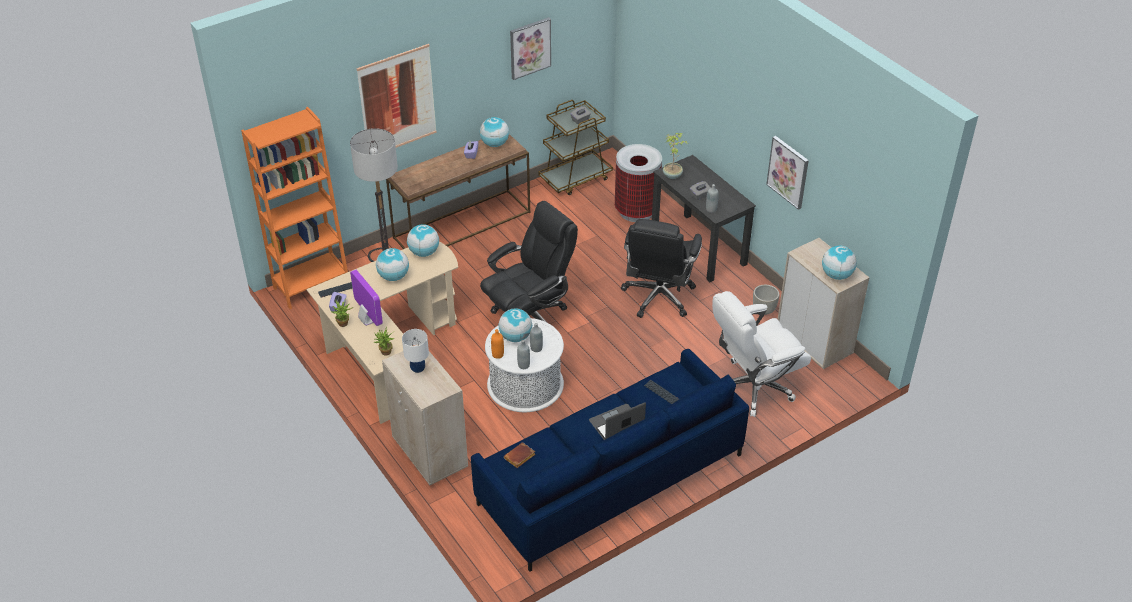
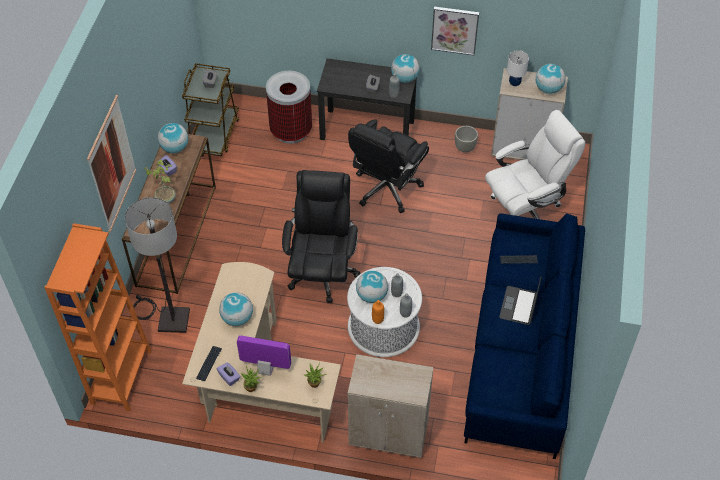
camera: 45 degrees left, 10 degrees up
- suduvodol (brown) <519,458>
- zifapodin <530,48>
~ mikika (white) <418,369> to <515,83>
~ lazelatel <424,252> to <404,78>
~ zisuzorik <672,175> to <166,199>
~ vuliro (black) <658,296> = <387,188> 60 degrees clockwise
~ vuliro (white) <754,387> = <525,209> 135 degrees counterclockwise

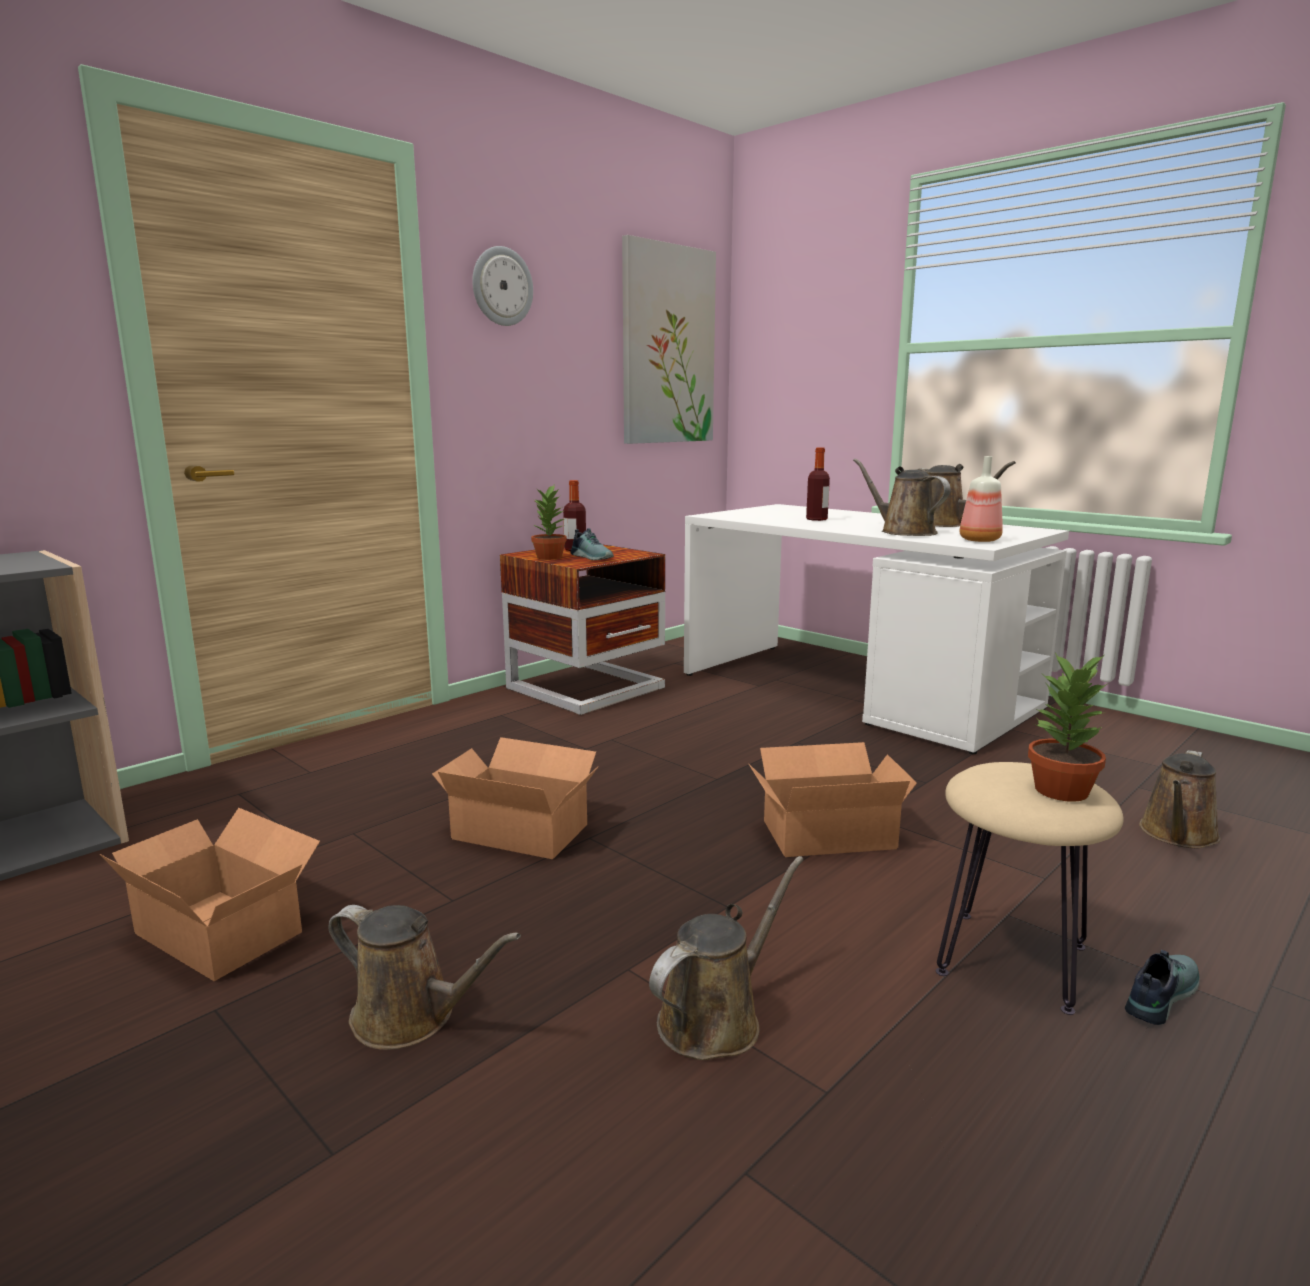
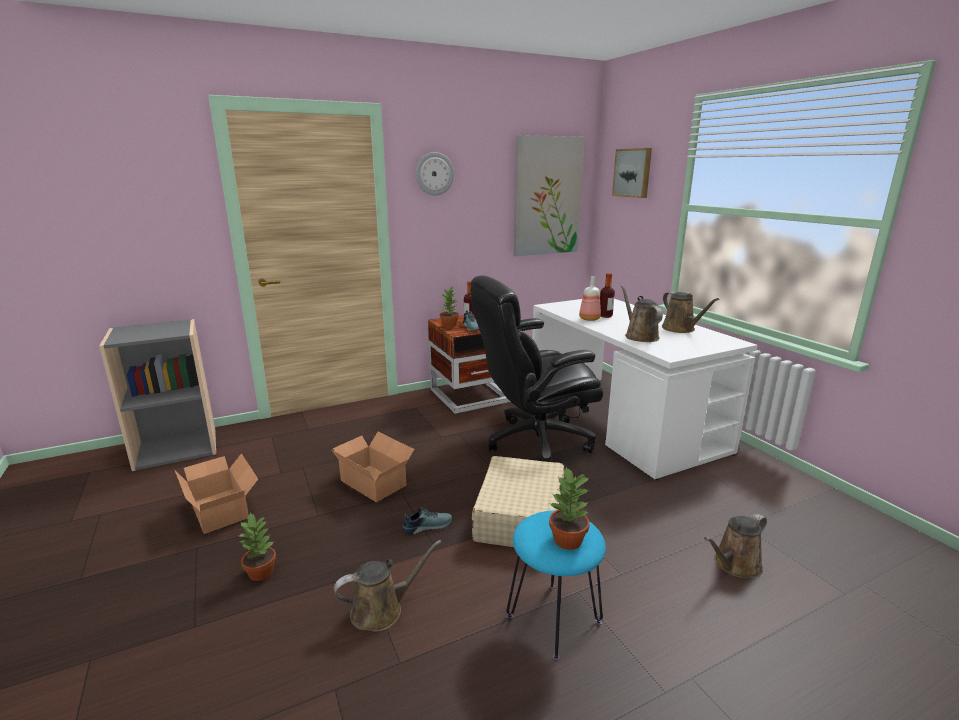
camera: 20 degrees right, 5 degrees up
+ vuliro (black) <532,442>
+ zifapodin <633,173>
~ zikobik <980,540> to <589,319>
~ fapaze <1157,995> to <426,525>
~ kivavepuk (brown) <411,1017> to zisuzorik <261,572>
~ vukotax <824,832> to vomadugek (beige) <521,516>
~ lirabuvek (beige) <1012,960> to lirabuvek (turquoise) <553,619>

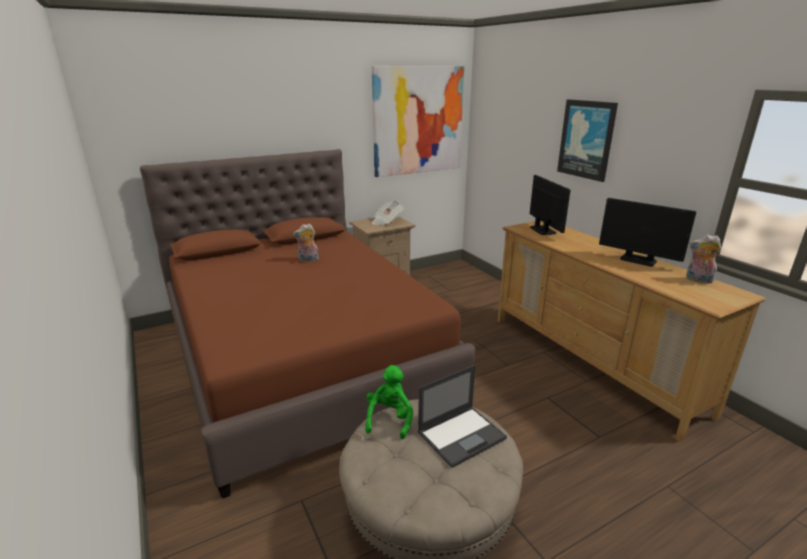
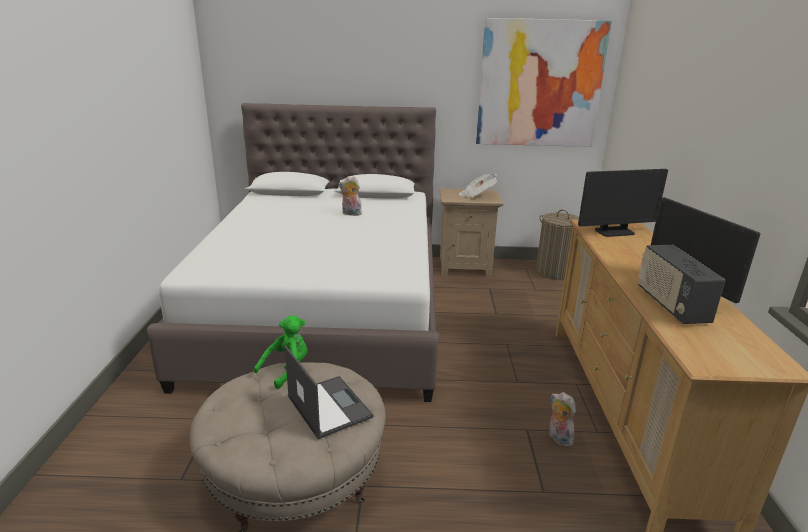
camera: 30 degrees right, 0 degrees up
- zifapodin <586,139>
+ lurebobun <555,271>
+ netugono <670,305>
~ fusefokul <698,280> to <558,438>
~ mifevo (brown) <303,358> to mifevo (white) <325,310>
~ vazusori <462,435> = <328,406> 120 degrees counterclockwise
~ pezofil <542,230> = <614,232> 60 degrees clockwise

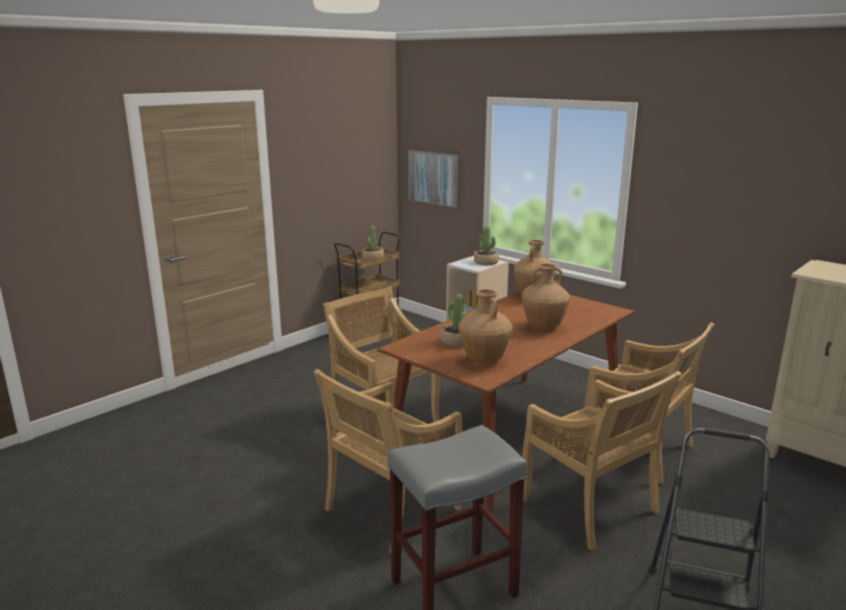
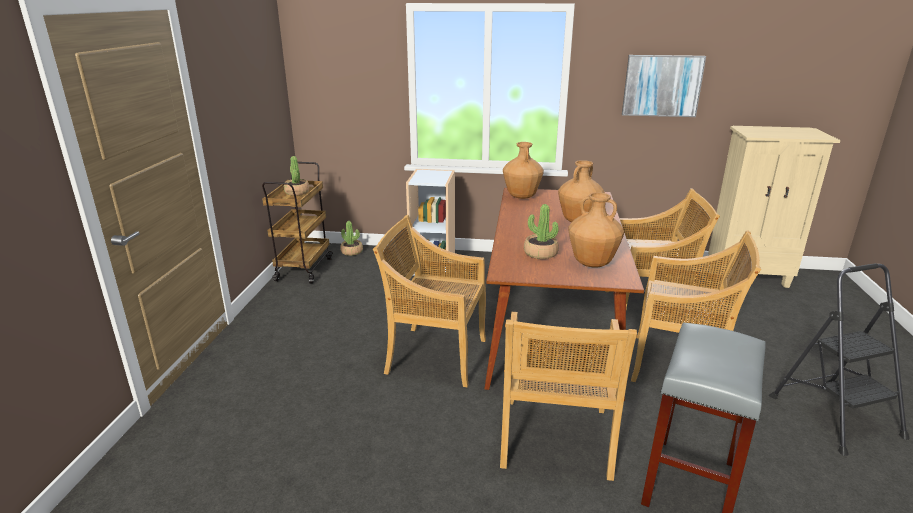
camera: 35 degrees left, 5 degrees up
~ zifapodin <433,178> to <662,86>
~ zisuzorik <486,262> to <352,252>

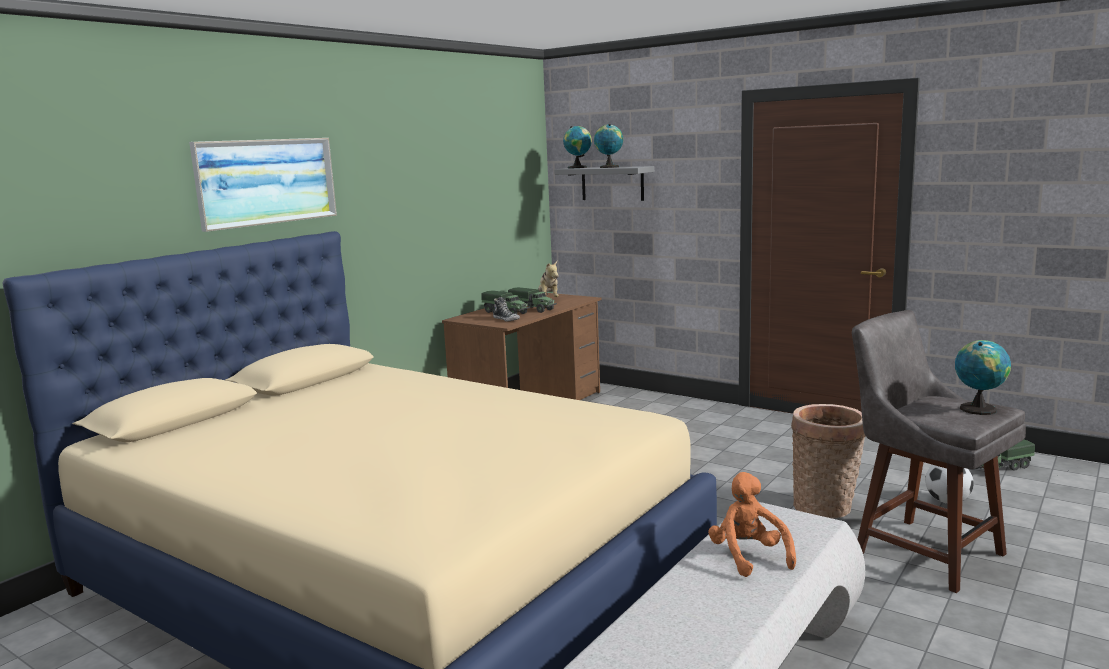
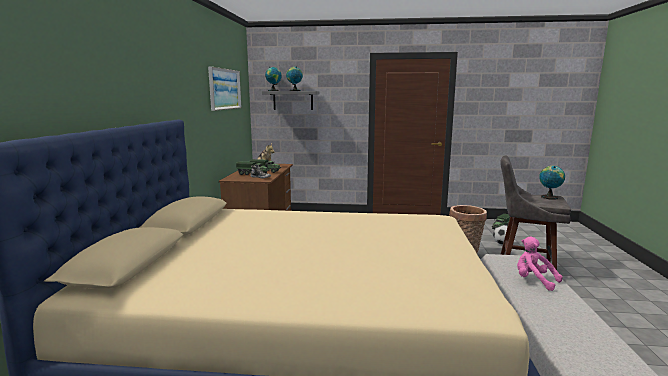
camera: 30 degrees left, 0 degrees up
~ zifapodin <267,181> to <224,89>
~ fusefokul (orange) <748,557> to fusefokul (pink) <533,281>

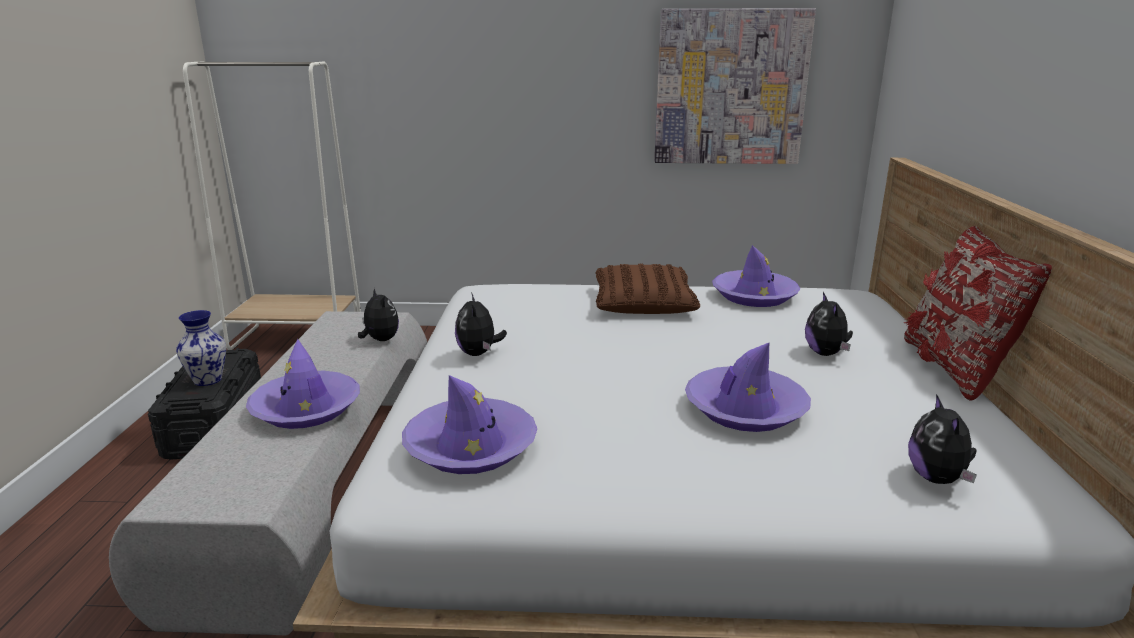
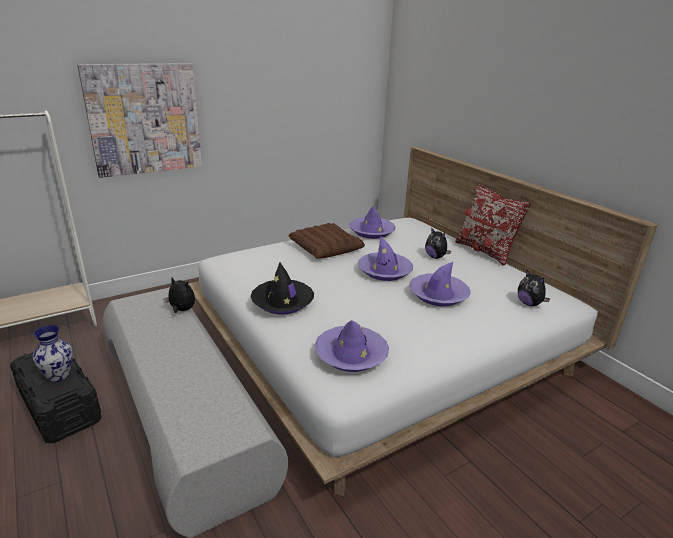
camera: 35 degrees left, 5 degrees up
~ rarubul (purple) <306,409> to <385,271>
~ zifapodin <730,88> to <144,119>
~ fusefokul <479,353> to rarubul (black) <282,302>

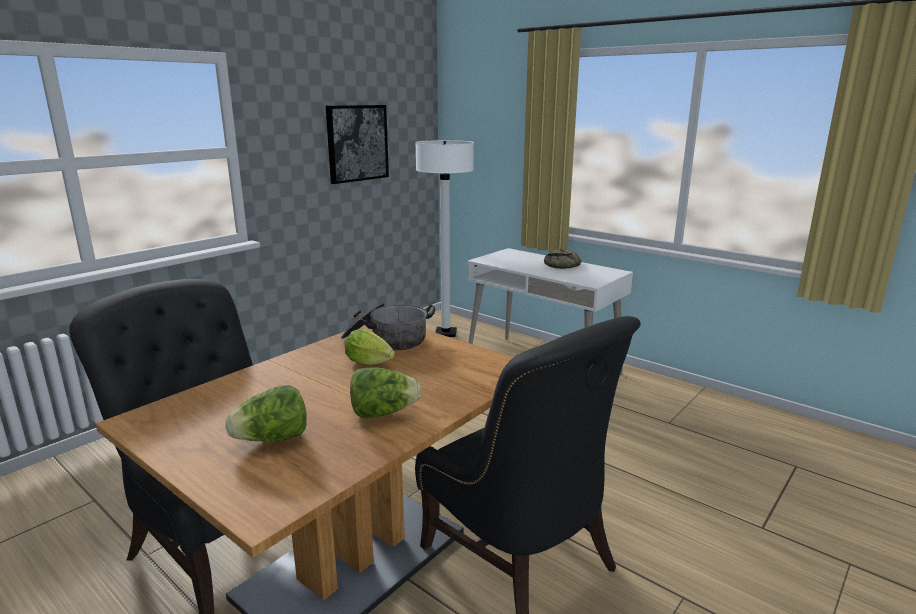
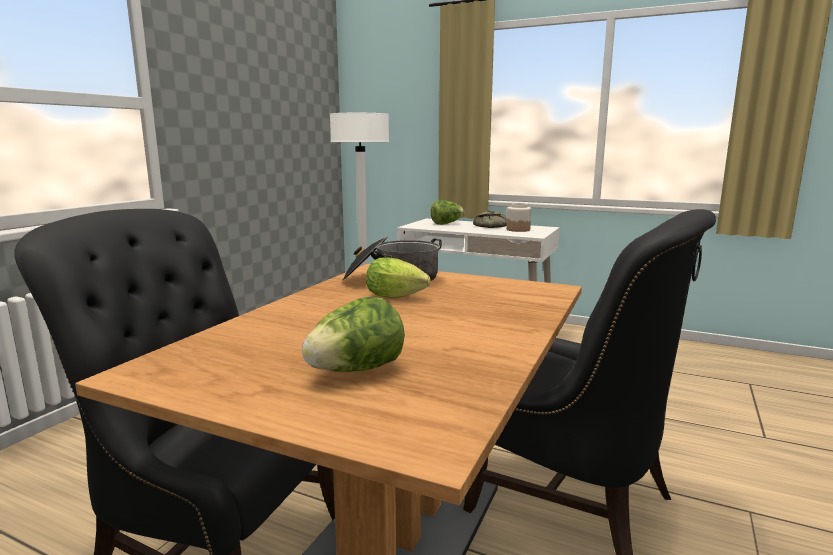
camera: 15 degrees left, 5 degrees down
- zifapodin <357,143>
+ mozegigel <518,229>
~ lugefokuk <383,413> to <446,223>

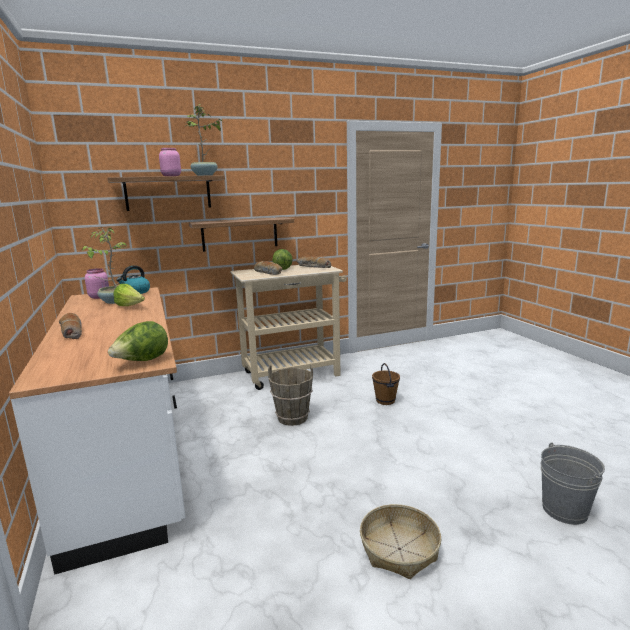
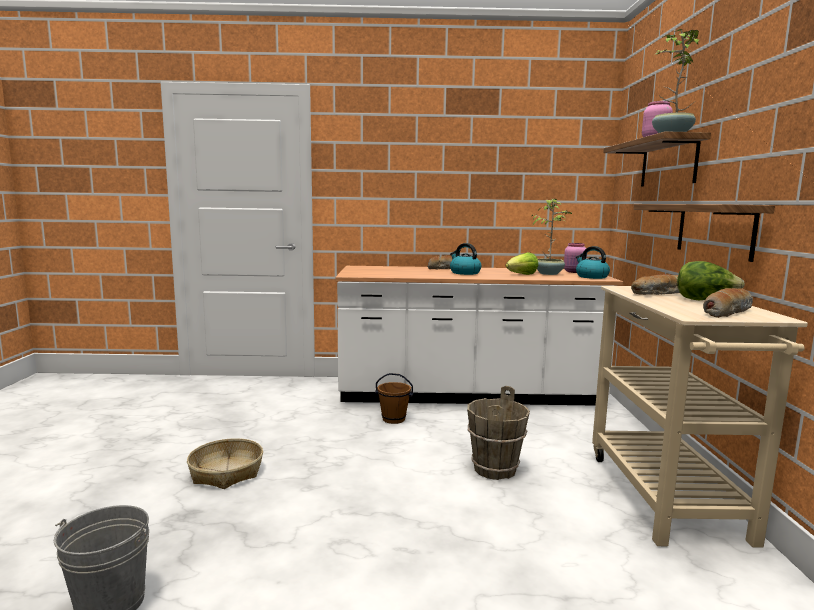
camera: 110 degrees right, 5 degrees down
- lugefokuk <142,361>
+ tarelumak <464,273>
~ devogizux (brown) <385,401> to <394,419>

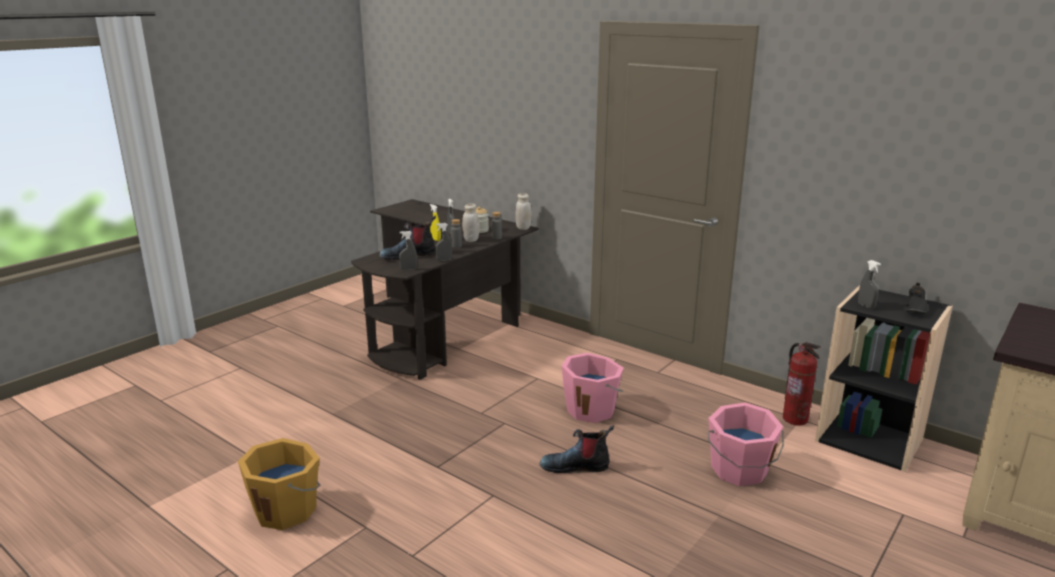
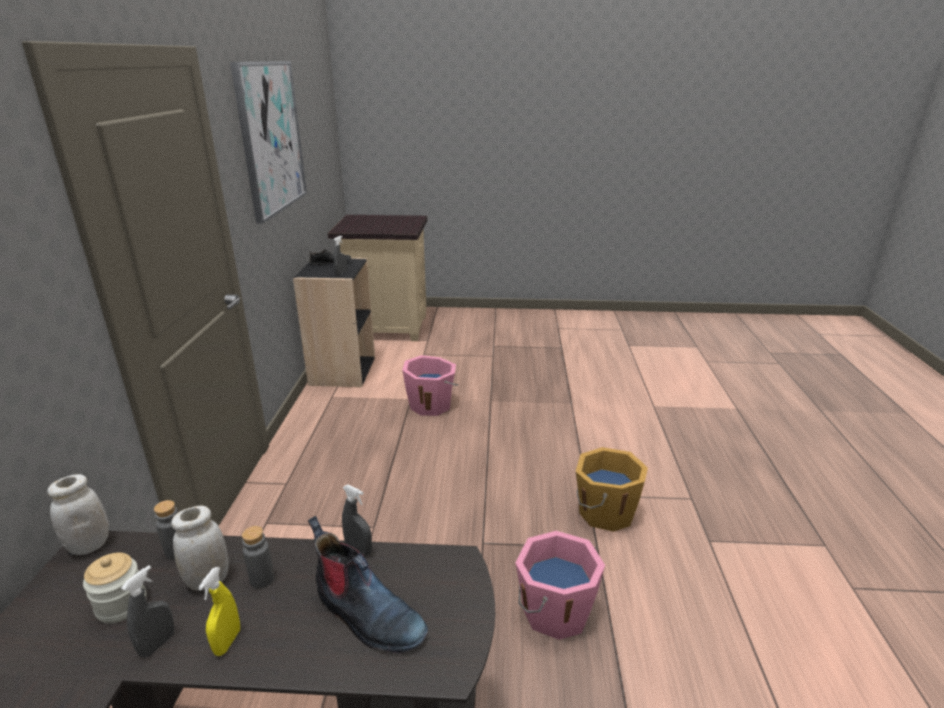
camera: 125 degrees left, 5 degrees up
- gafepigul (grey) <408,269>
- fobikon <575,466>
- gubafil <795,419>
+ zifapodin <271,138>
~ devogizux (orange) <287,510> to <604,512>
~ devogizux (pink) <591,410> to <554,611>

